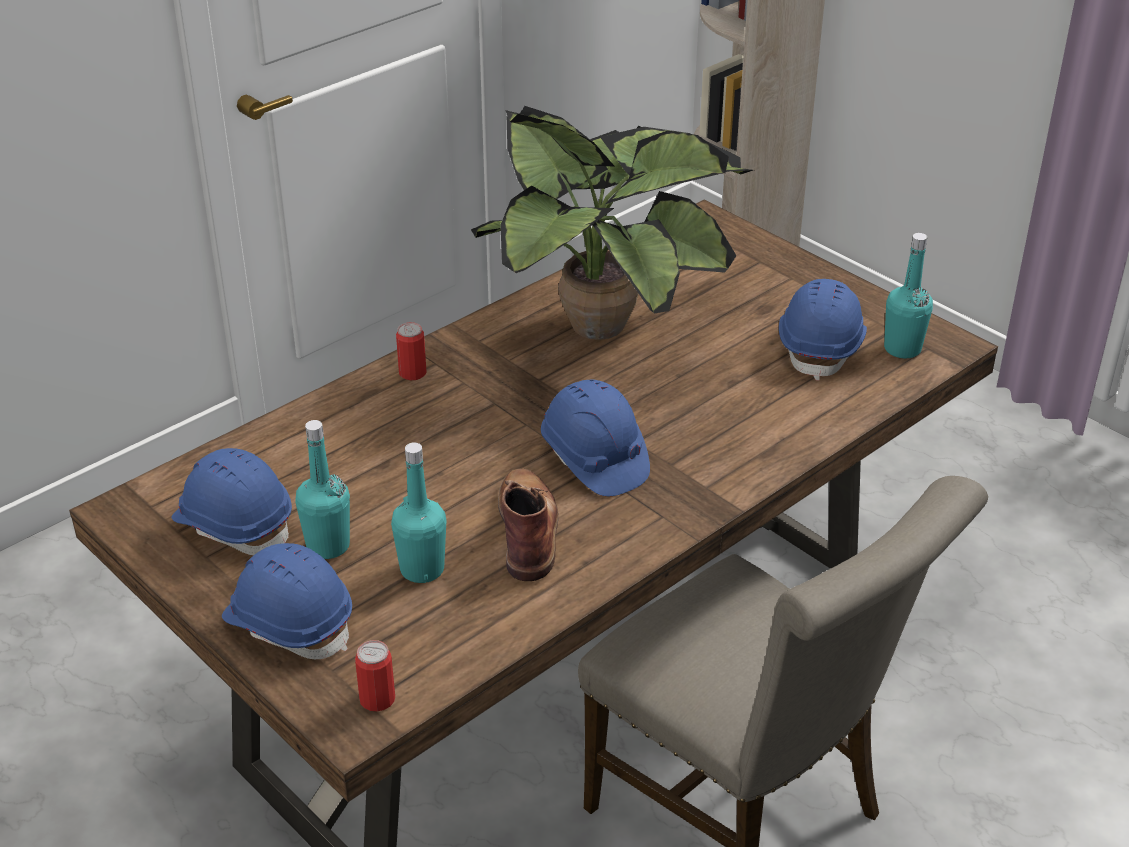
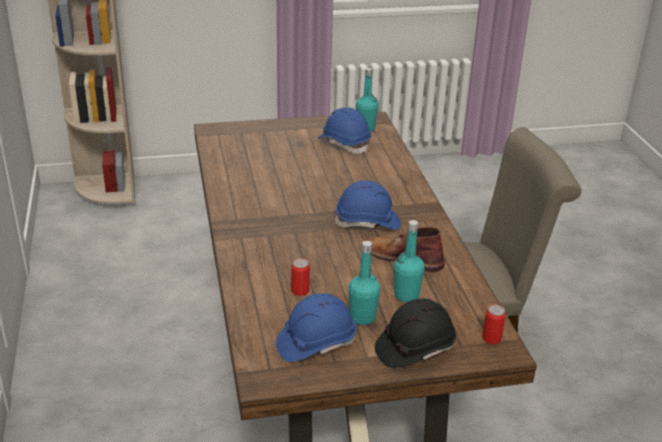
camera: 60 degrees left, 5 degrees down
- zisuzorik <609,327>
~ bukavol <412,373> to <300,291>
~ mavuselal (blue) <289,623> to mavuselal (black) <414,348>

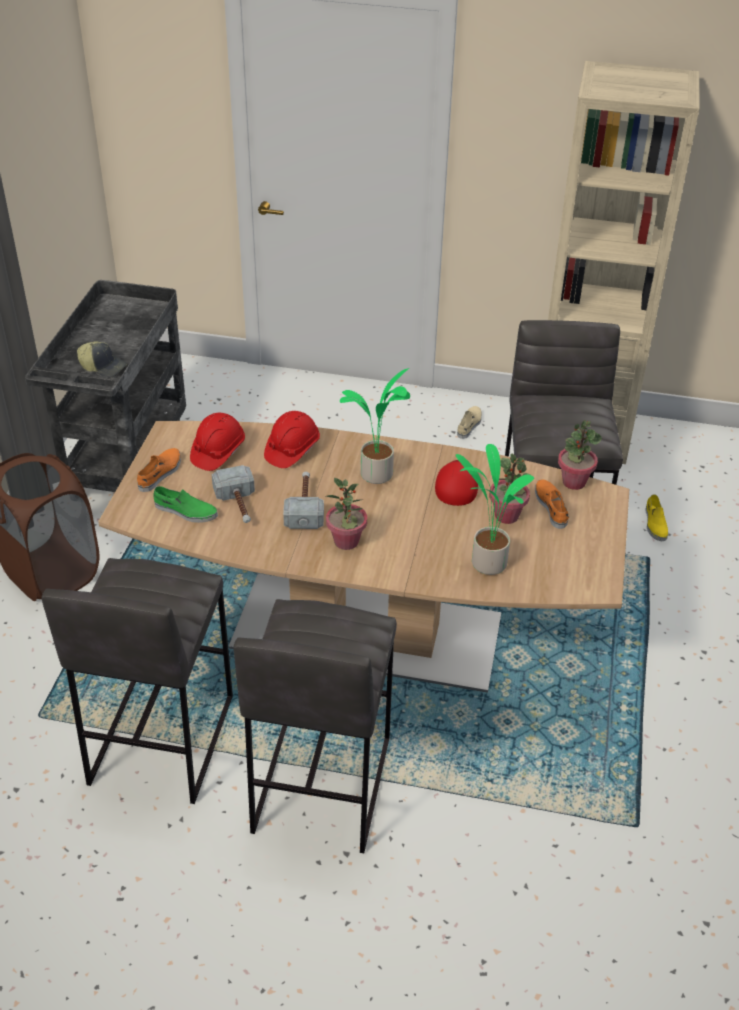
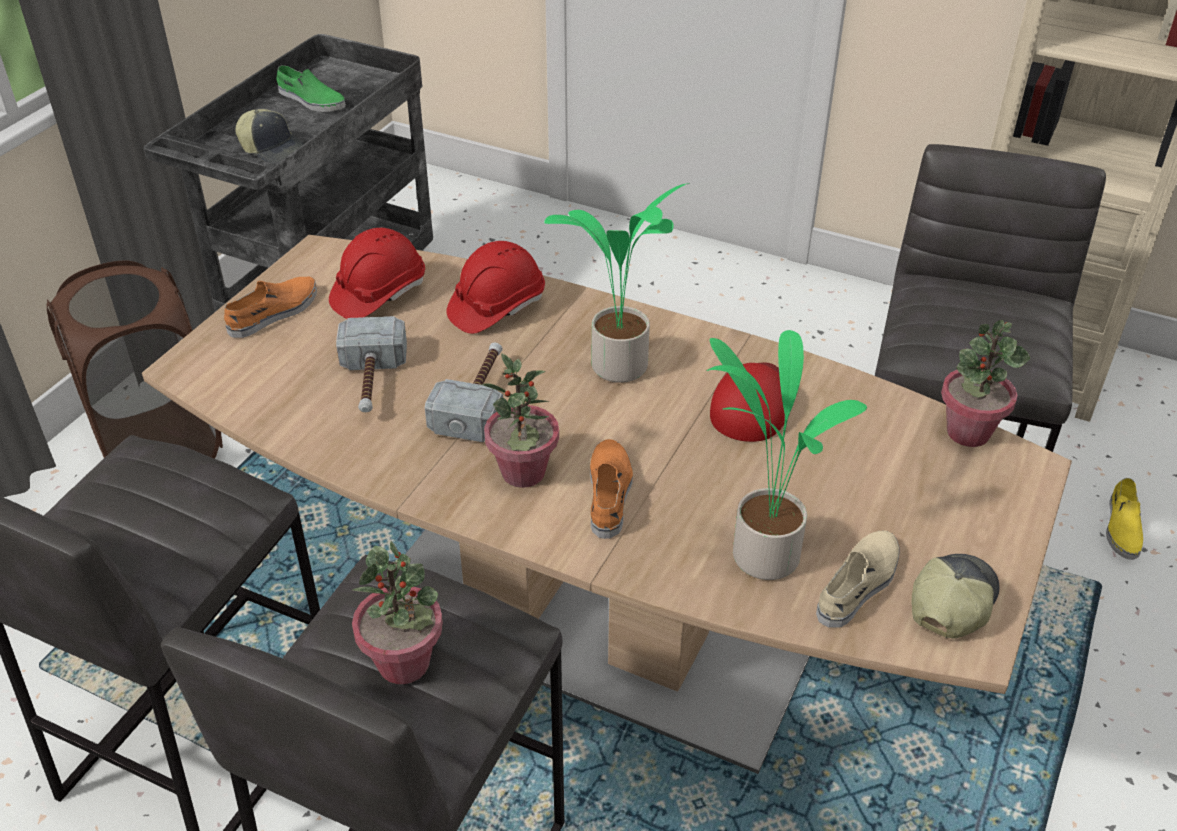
camera: 15 degrees right, 0 degrees up
+ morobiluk <951,601>
~ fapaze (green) <185,511> to <311,100>
~ fapaze (beige) <469,425> to <858,584>
~ zisuzorik <507,515> to <404,663>
~ fapaze (orange) <551,507> to <609,493>

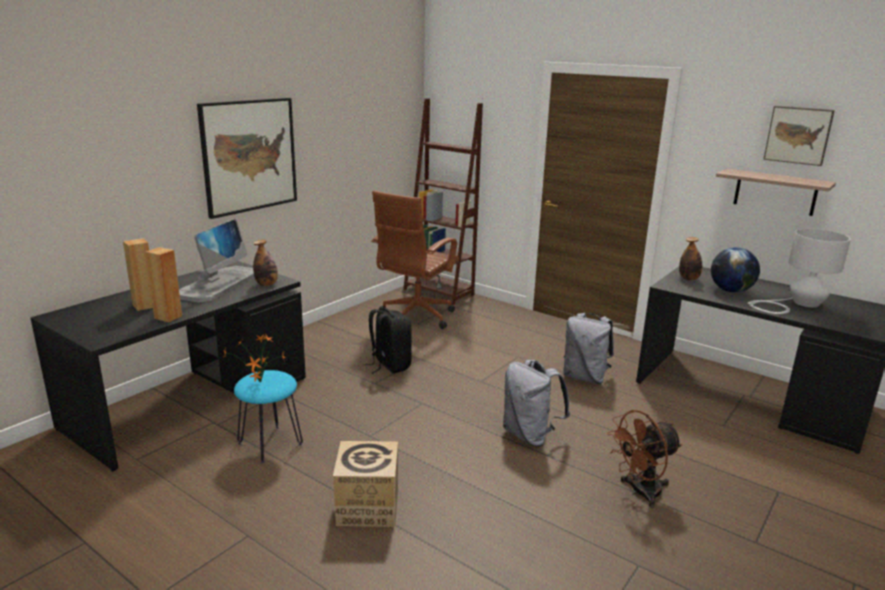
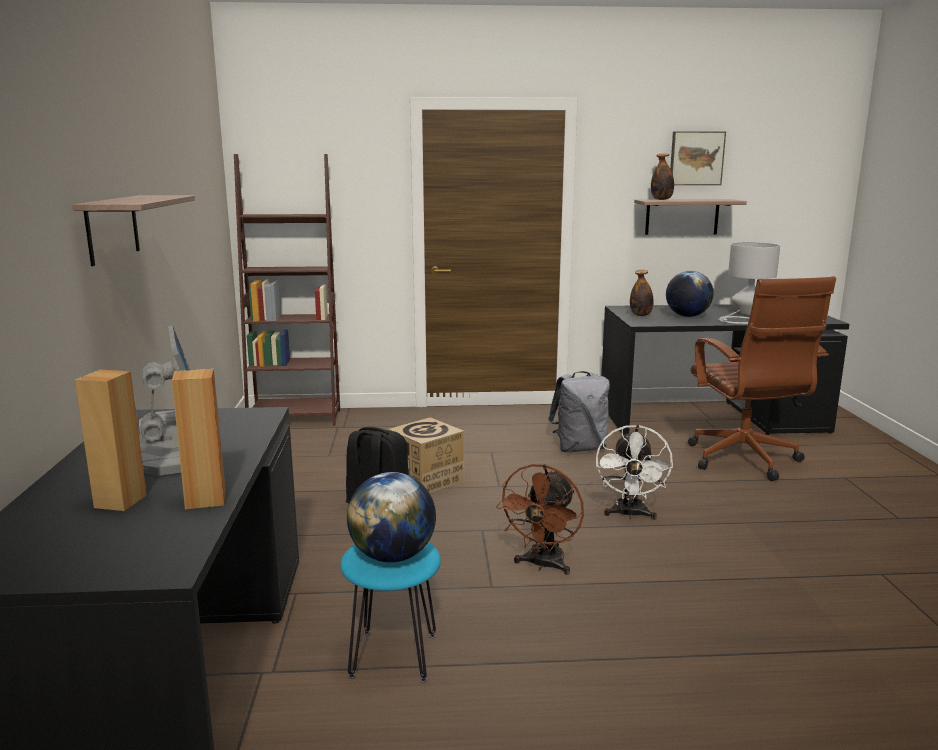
camera: 40 degrees left, 5 degrees down
~ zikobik <266,284> to <661,199>
~ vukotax <367,506> to <426,479>
~ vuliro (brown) <415,318> to <745,461>
~ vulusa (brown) <639,492> to <542,565>
~ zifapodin <249,156> to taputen <112,228>
~ zisuzorik <259,383> to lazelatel <393,556>
~ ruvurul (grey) <530,435> to vulusa (white) <630,515>

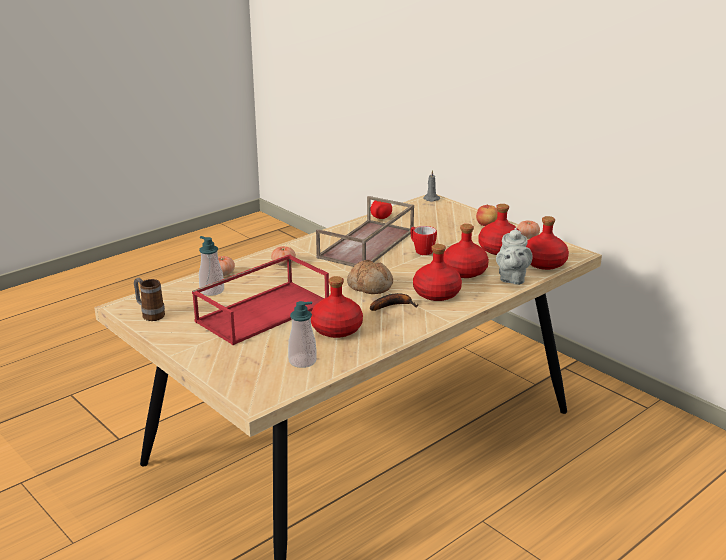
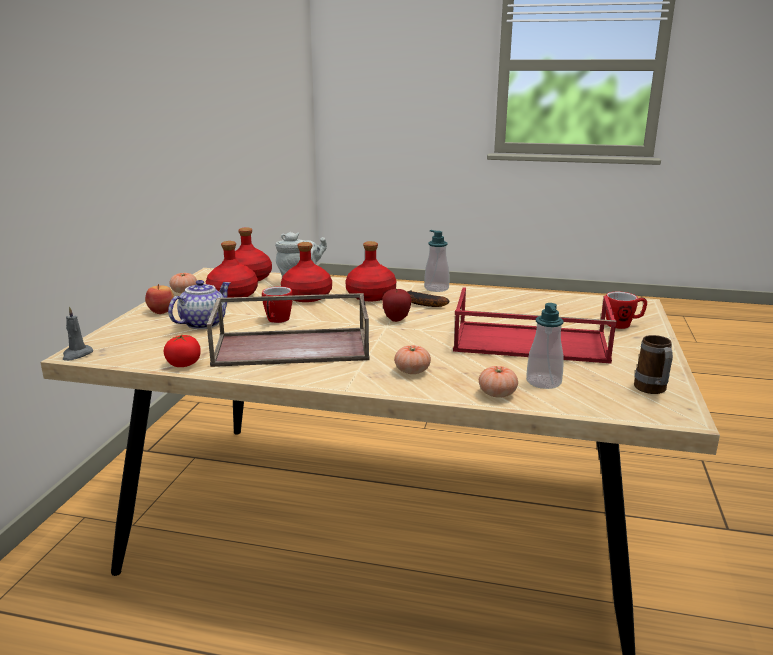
camera: 125 degrees left, 5 degrees down
- zikobik (red) <337,329>
+ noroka <203,323>
+ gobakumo <623,325>
~ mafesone <302,361> to <436,288>
~ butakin <370,286> to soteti <396,319>

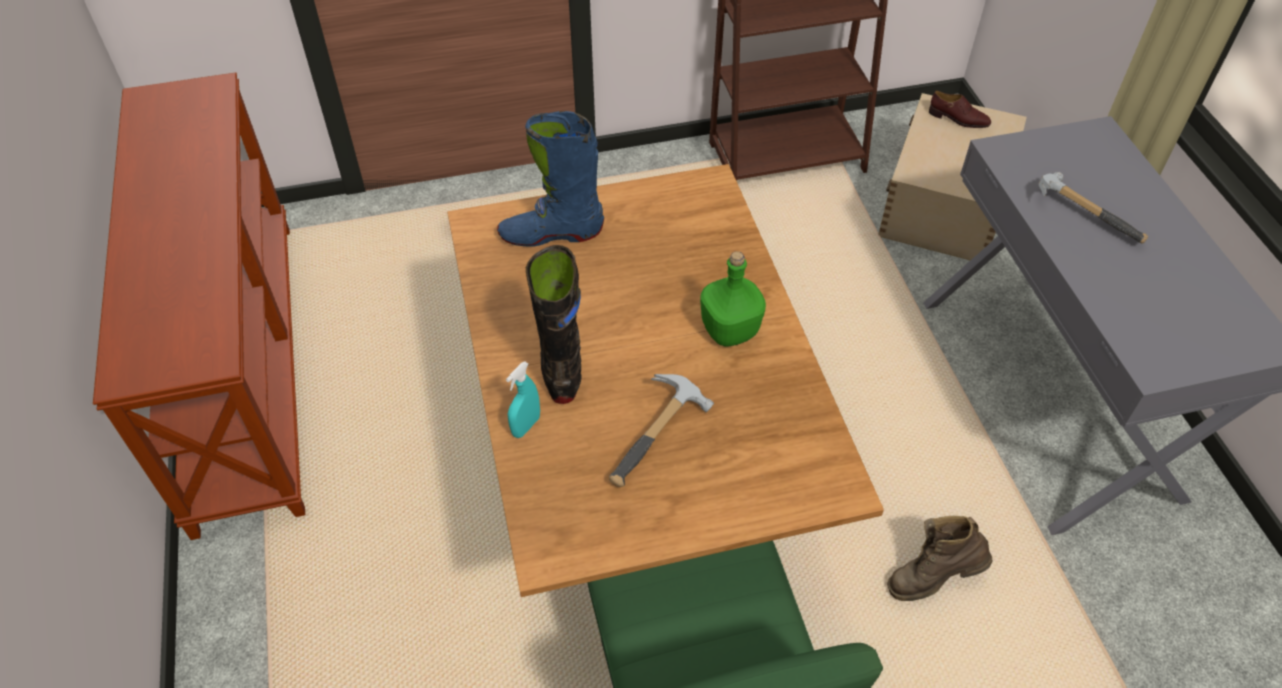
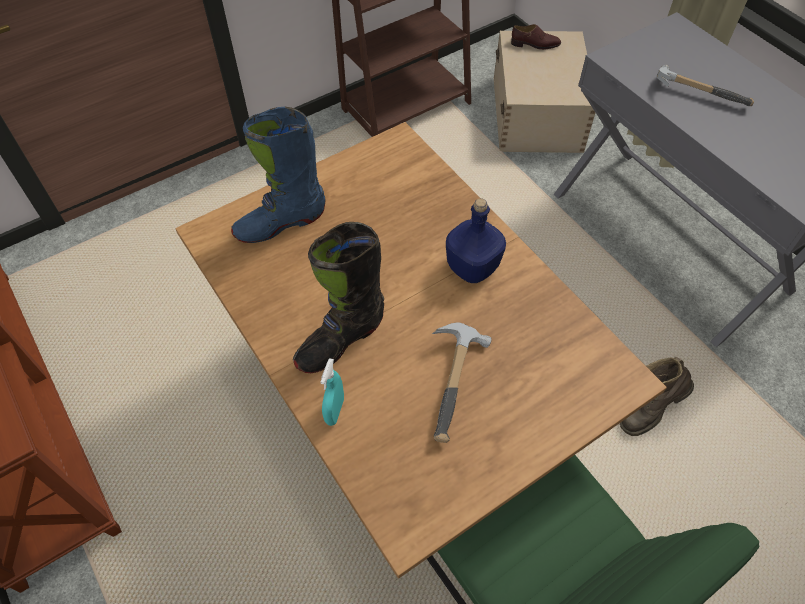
camera: 20 degrees left, 5 degrees up
~ zikobik (green) <731,330> to zikobik (blue) <473,267>
~ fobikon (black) <561,362> = <340,340> 105 degrees counterclockwise

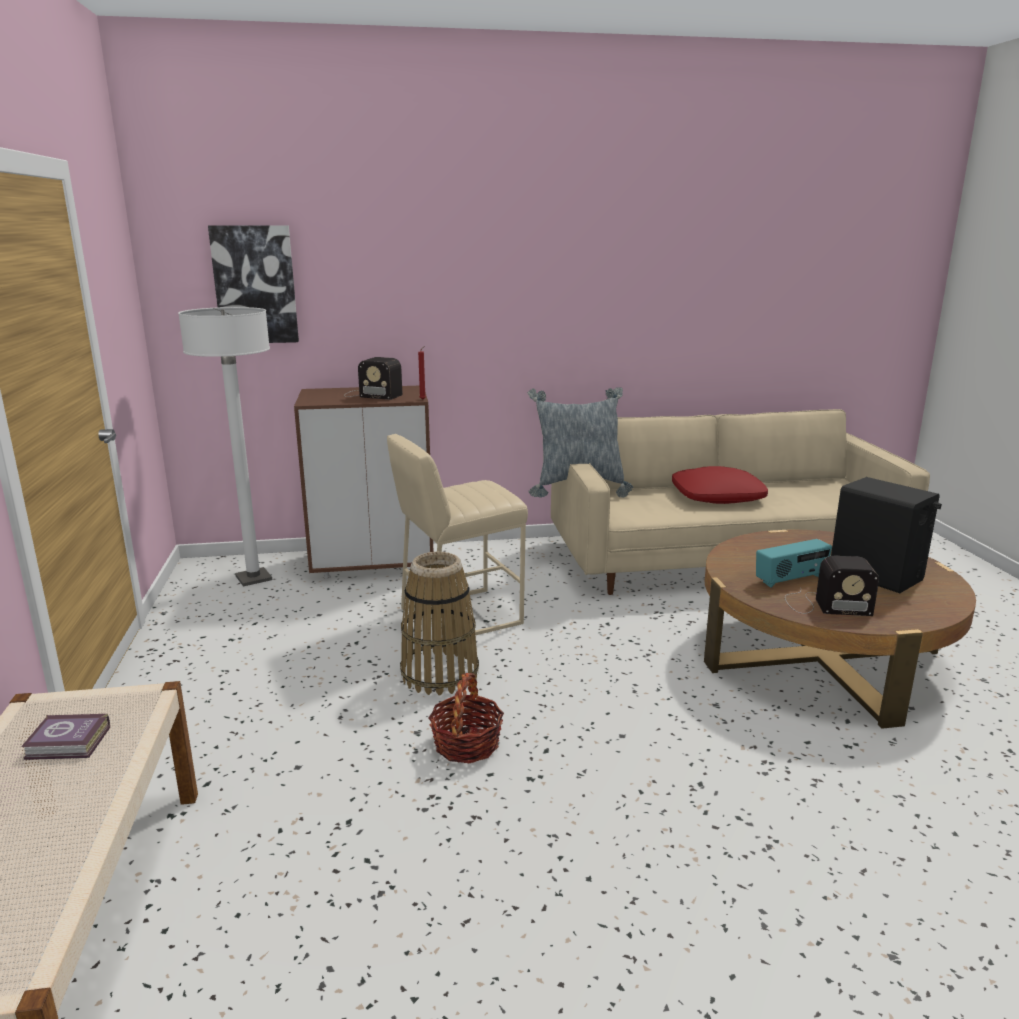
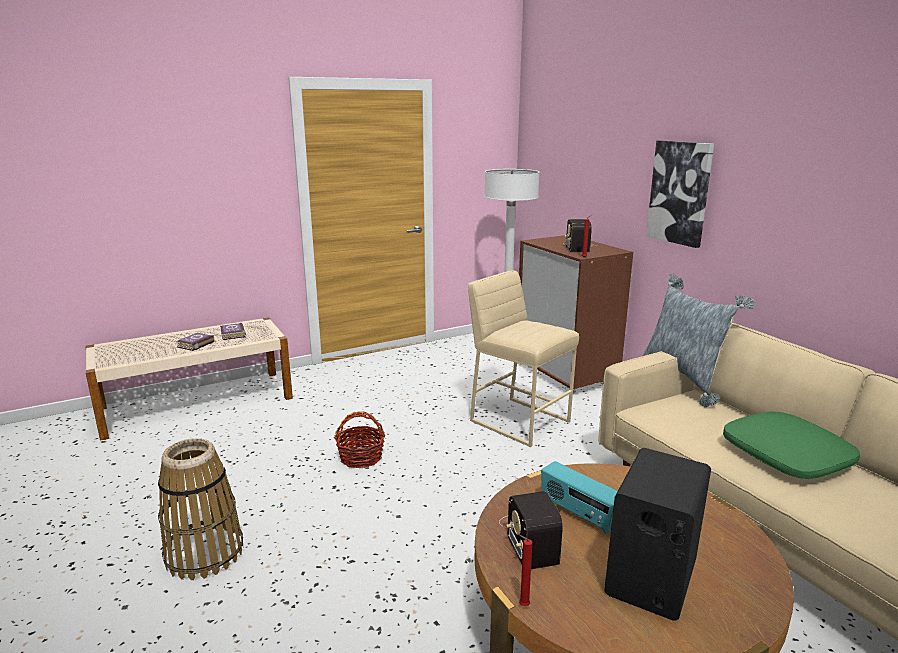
camera: 70 degrees right, 0 degrees up
+ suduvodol <194,344>
+ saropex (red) <522,606>
~ zifapodin <255,285> to <680,192>
~ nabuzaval <440,674> to <205,553>
~ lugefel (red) <717,496> to lugefel (green) <786,456>

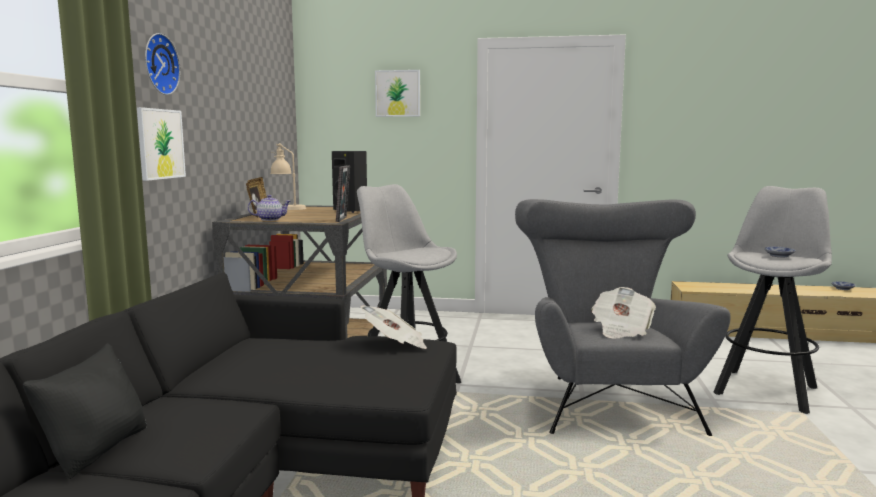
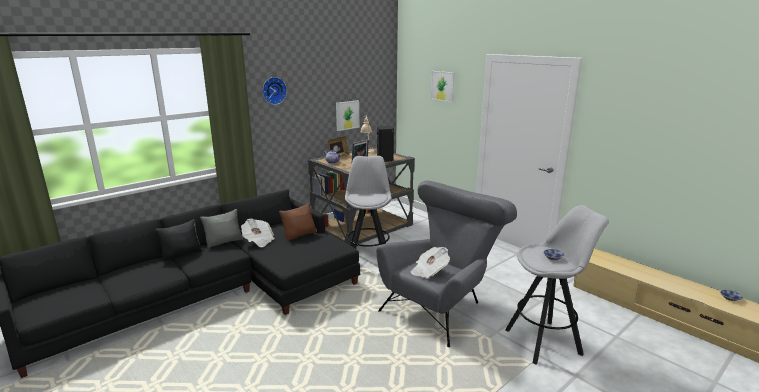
camera: 40 degrees right, 10 degrees up
+ lugefel (grey) <224,242>
+ lugefel (brown) <300,235>
~ zifapodin <160,144> to <347,115>
~ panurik <395,344> to <258,240>

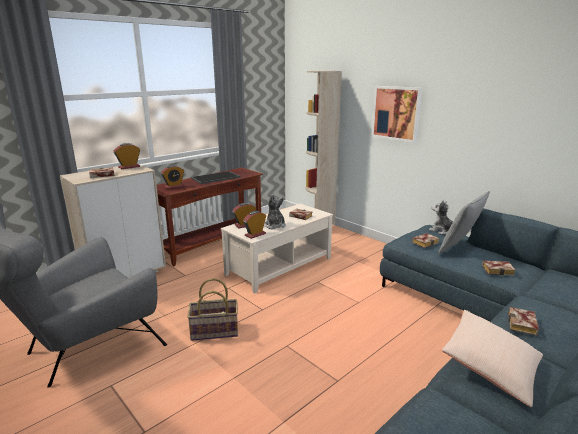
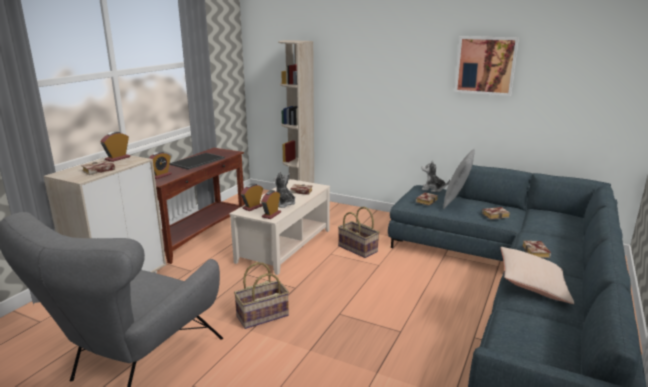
camera: 20 degrees left, 0 degrees up
+ nabuzaval <358,248>
~ zifapodin <396,113> to <485,65>

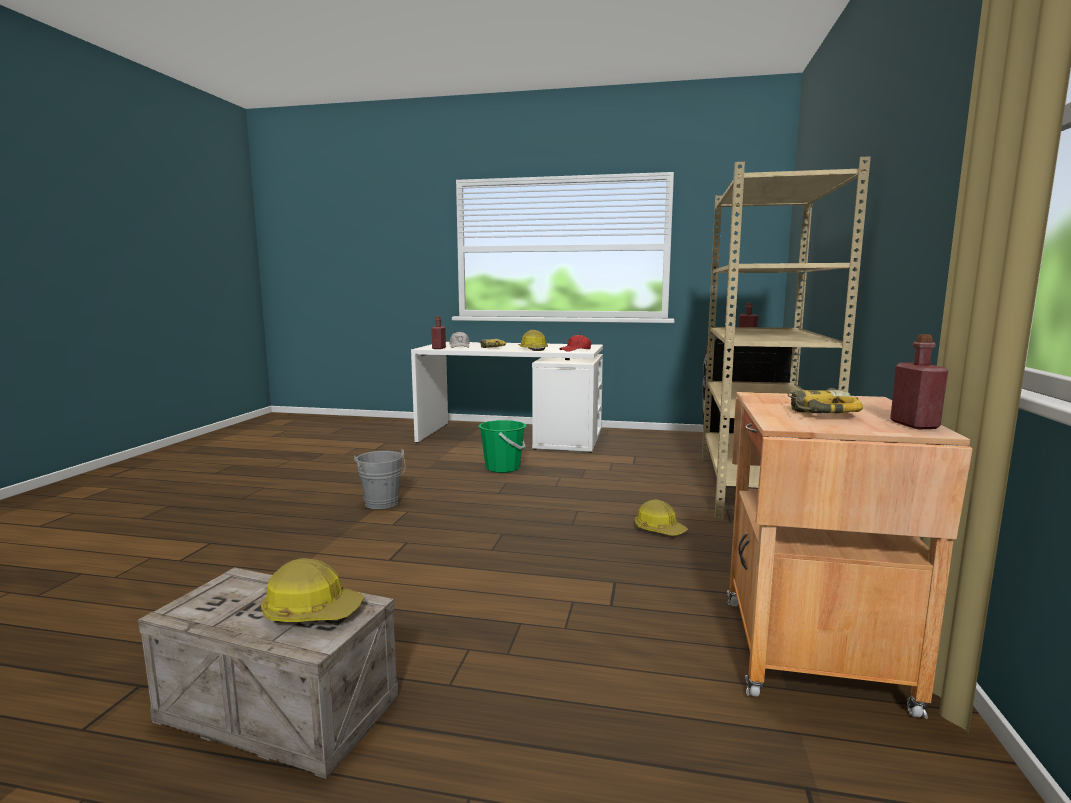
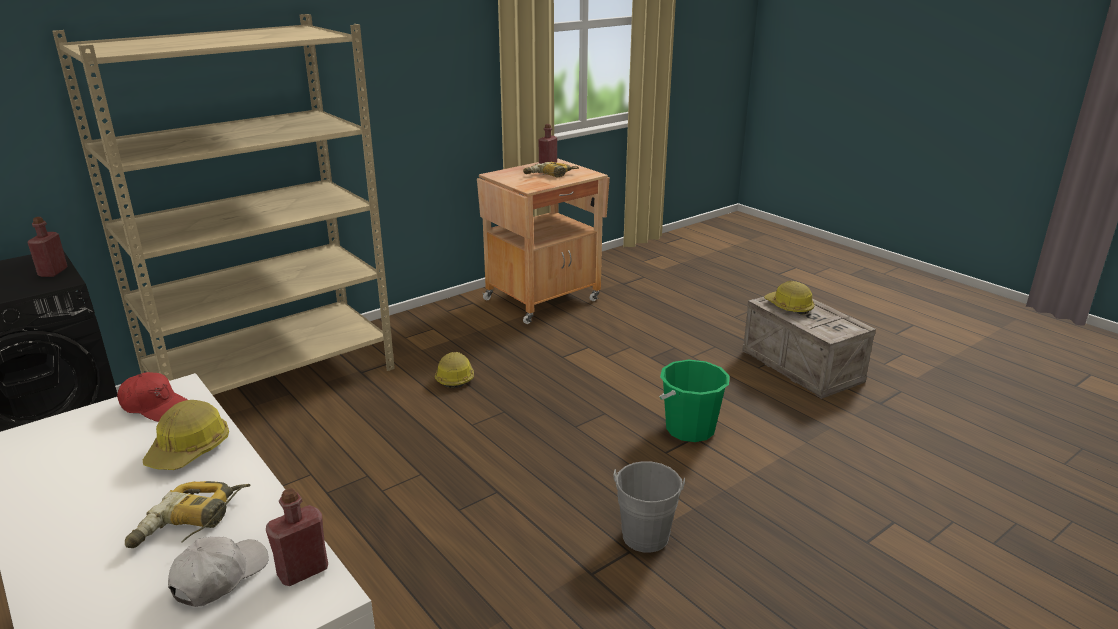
camera: 140 degrees left, 15 degrees up
~ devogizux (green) <503,468> to <690,429>

